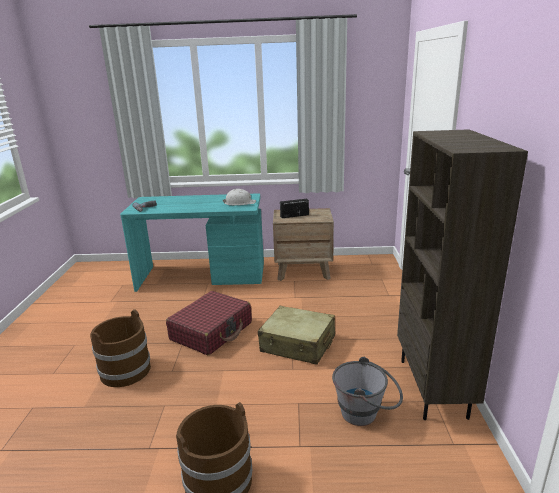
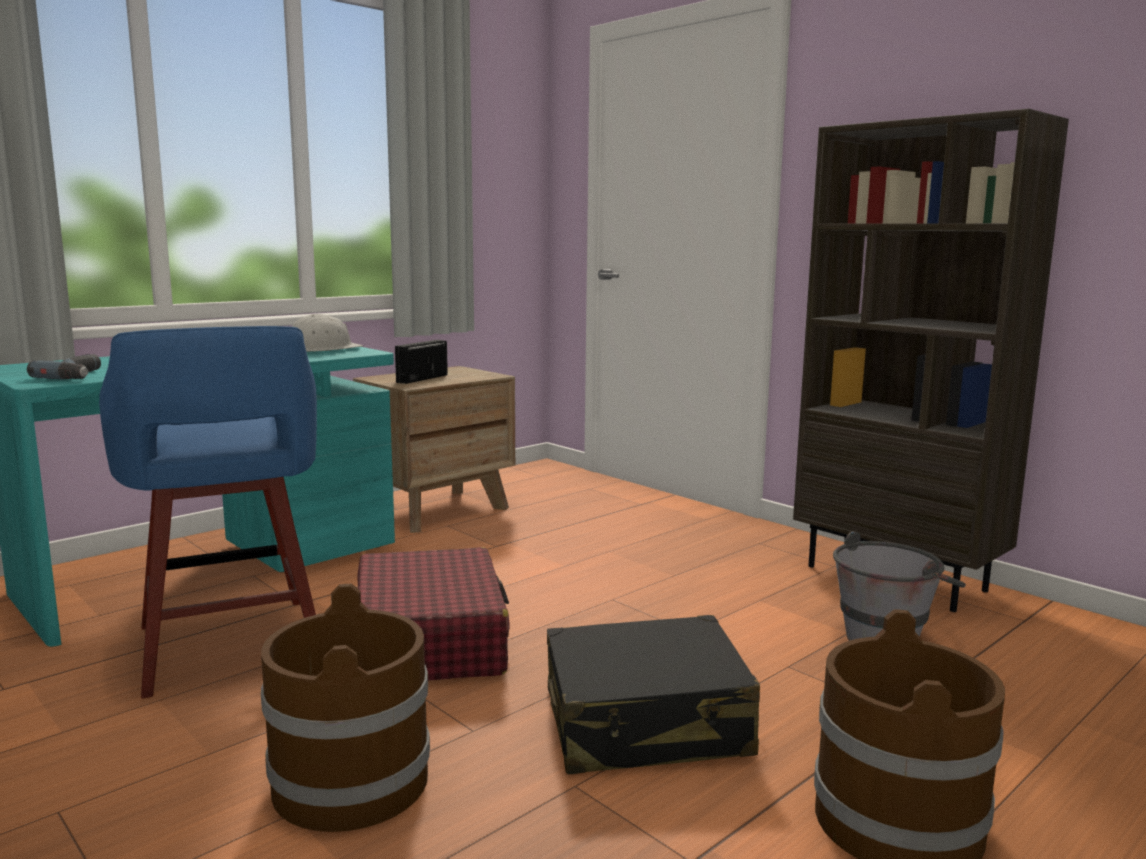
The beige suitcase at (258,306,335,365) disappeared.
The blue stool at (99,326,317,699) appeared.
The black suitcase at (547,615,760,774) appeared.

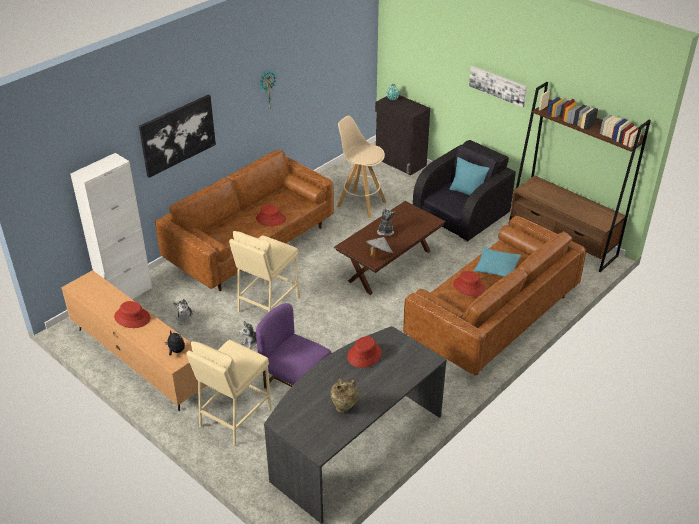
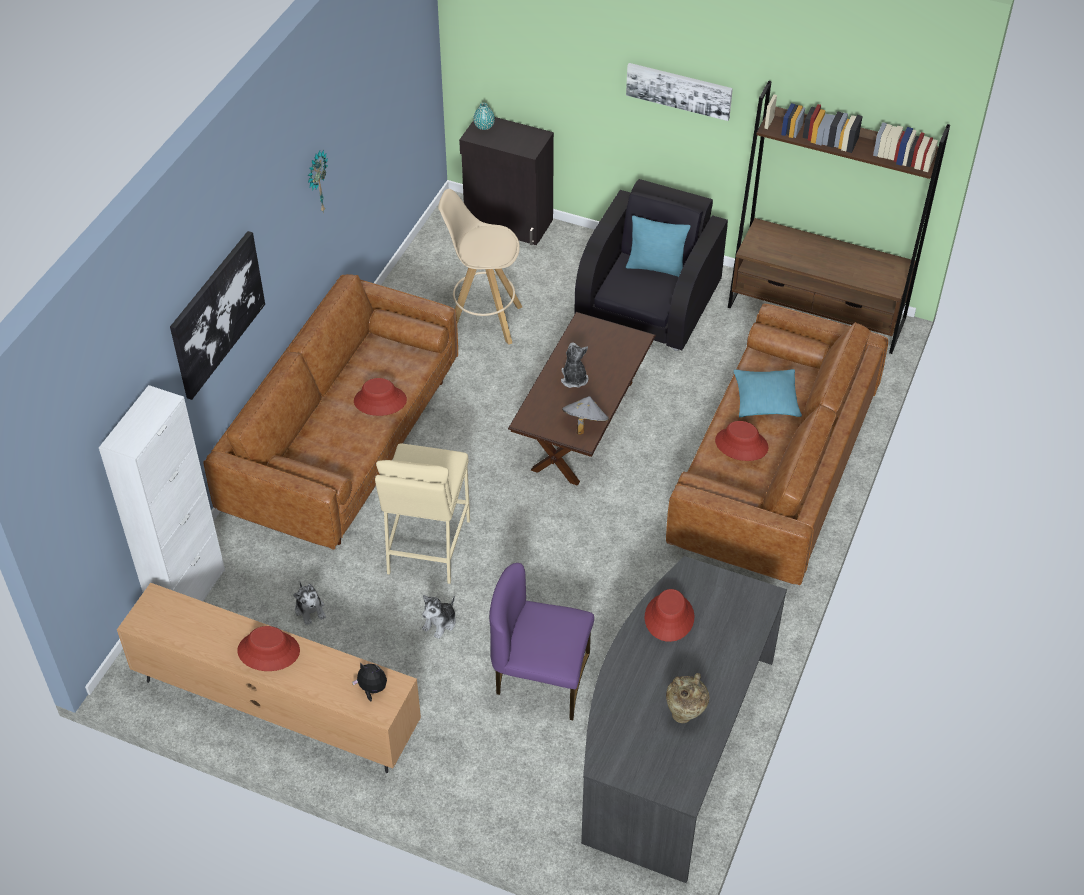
The beige stool at (186,340,271,446) disappeared.

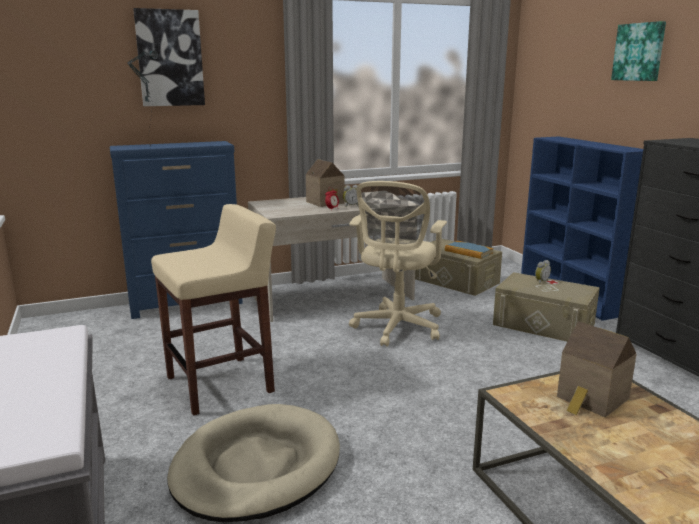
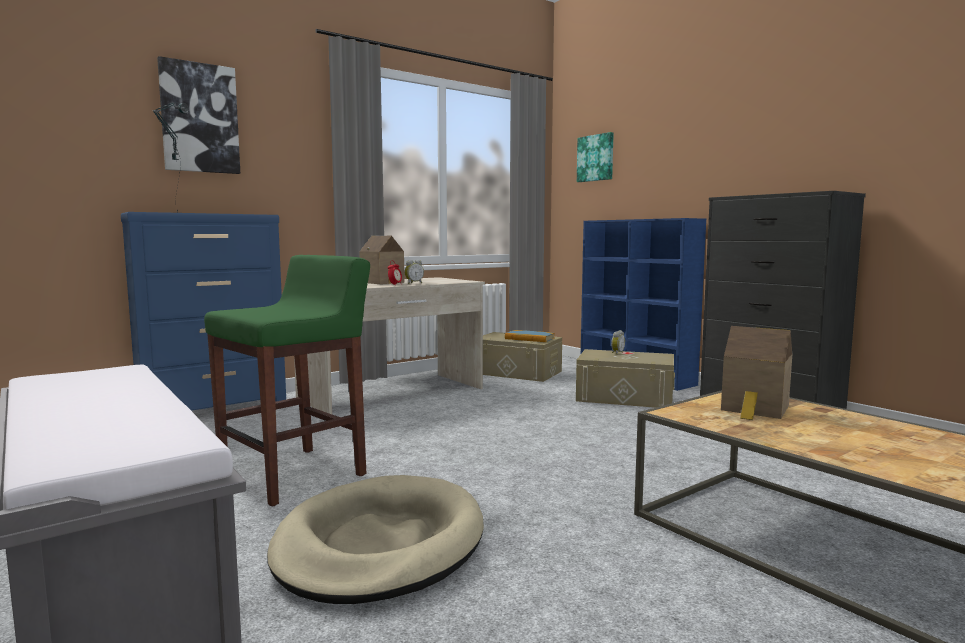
The picture moved from (611,21,666,81) to (577,132,614,182).
The beige office chair at (349,181,447,347) disappeared.
The beige stool at (151,204,276,416) became the green stool at (204,255,370,506).

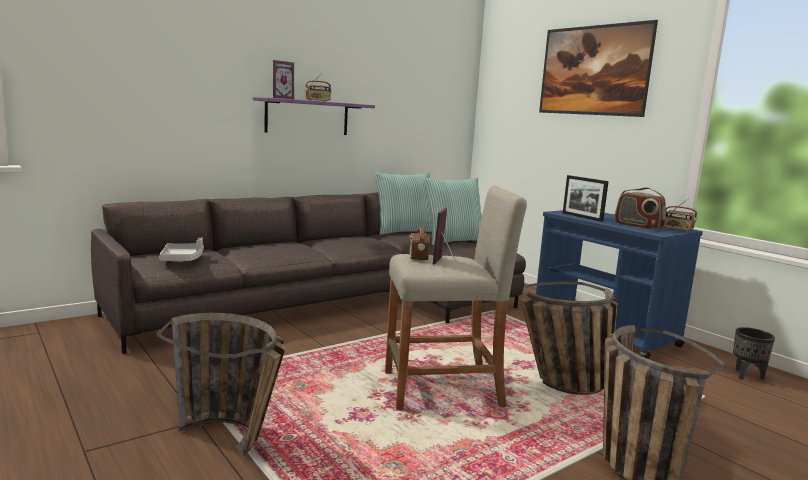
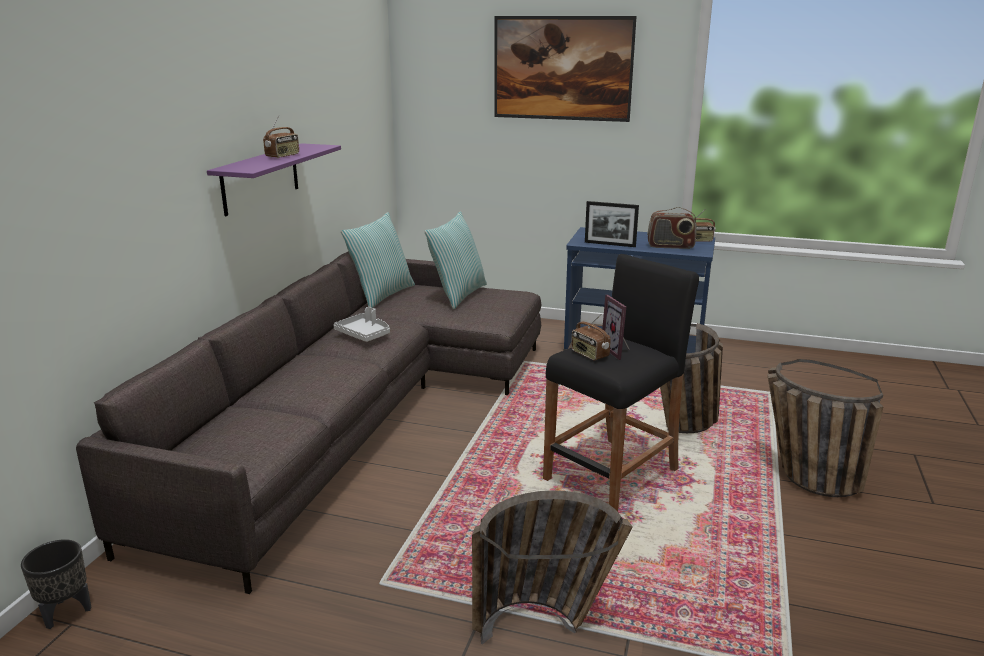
The picture frame at (273,60,294,99) disappeared.
The beige stool at (385,186,527,411) became the black stool at (543,254,699,512).
The grey tray moved from (159,237,204,262) to (333,307,390,342).
The black planter moved from (733,327,775,380) to (21,539,91,629).

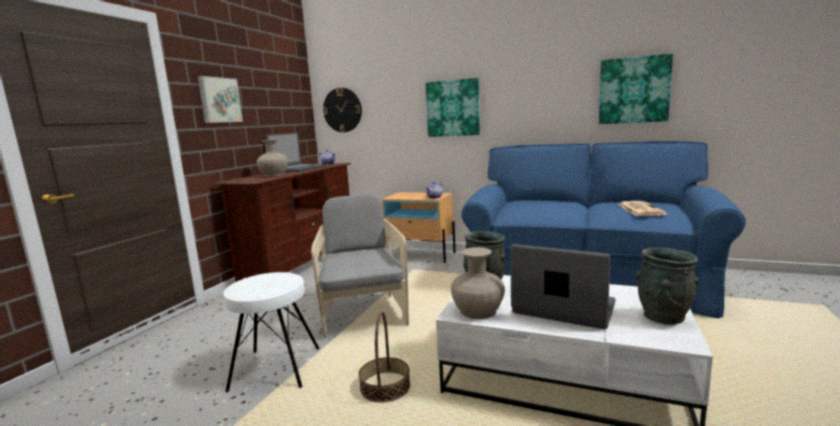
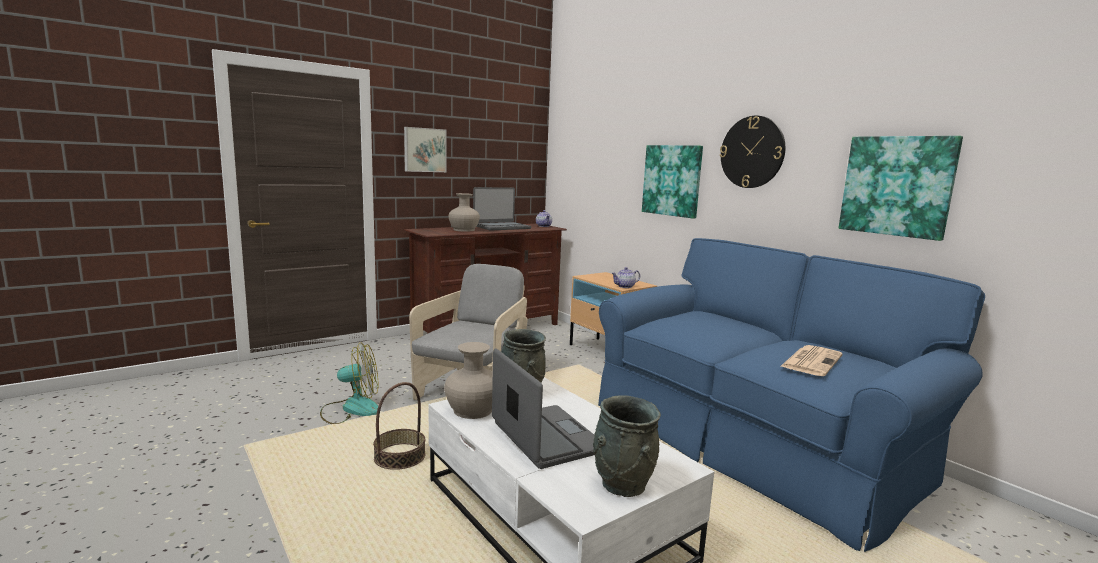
The wall clock moved from (323,88,362,132) to (720,116,785,188).
The white stool at (223,272,320,392) was replaced by the fan at (320,343,378,424).

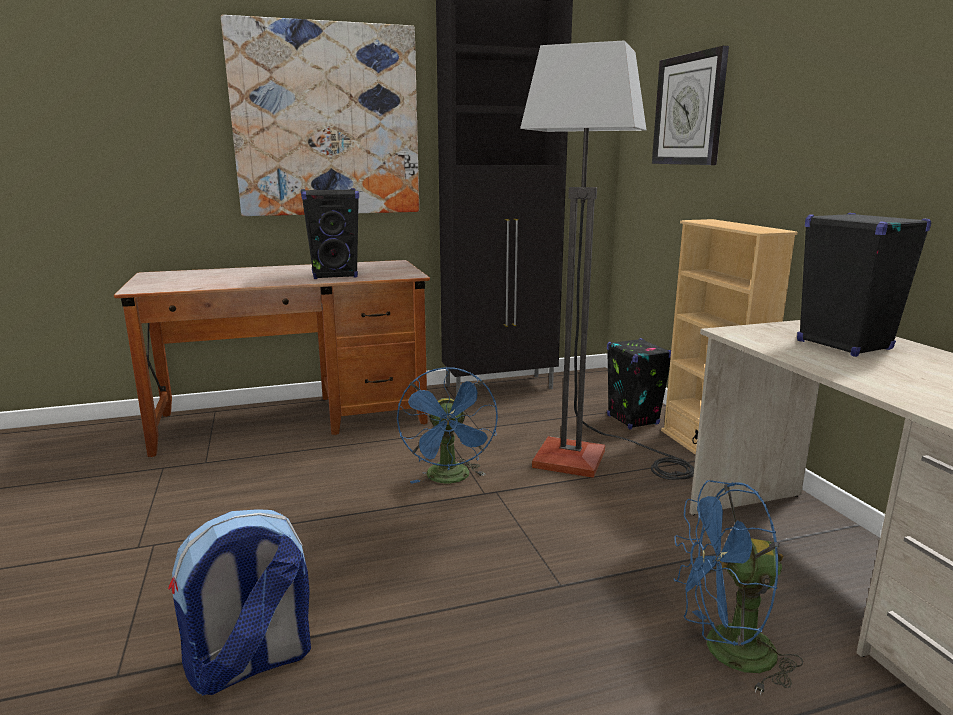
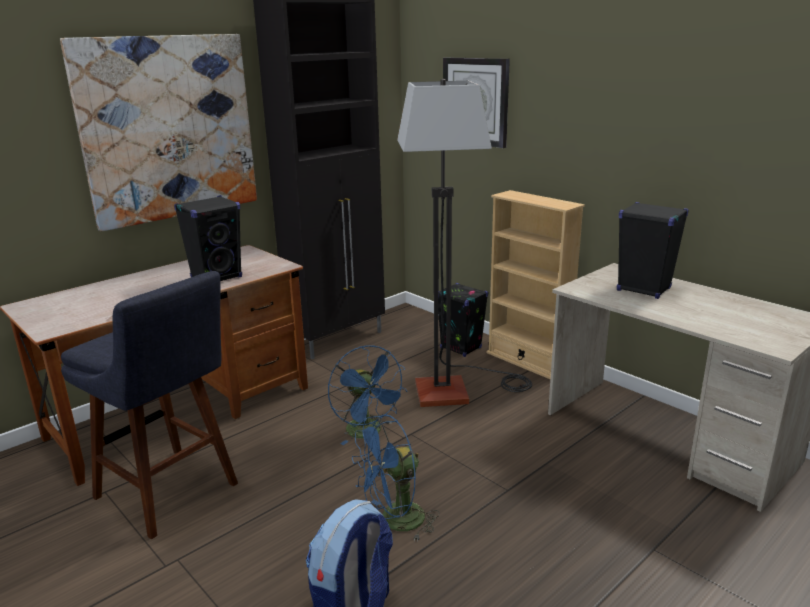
The blue fan moved from (674,480,803,695) to (352,415,440,542).
The blue stool at (61,271,238,540) appeared.

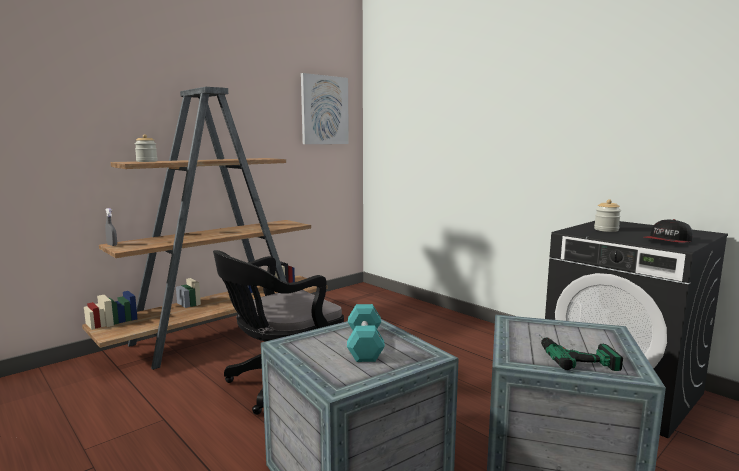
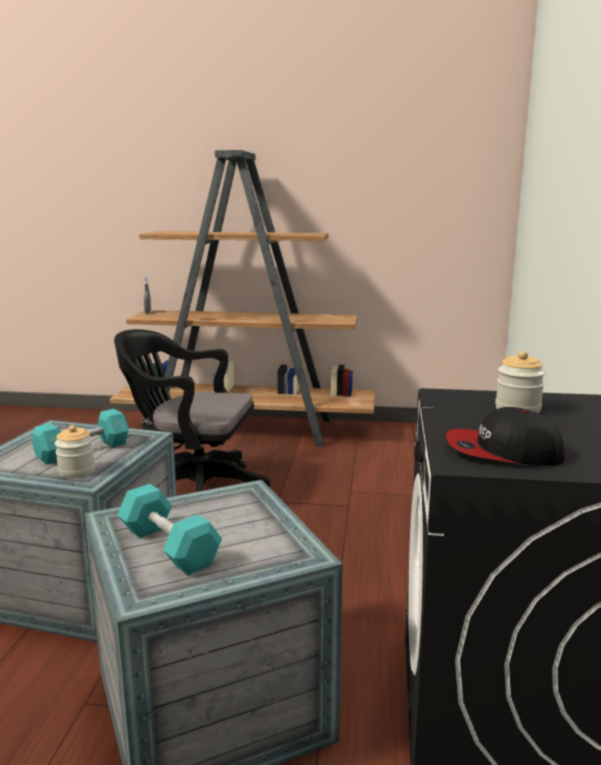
The picture at (301,73,349,144) disappeared.
The jar moved from (135,134,157,162) to (55,425,95,478).
The power drill at (539,335,623,371) was replaced by the turquoise dumbbell at (117,484,222,575).

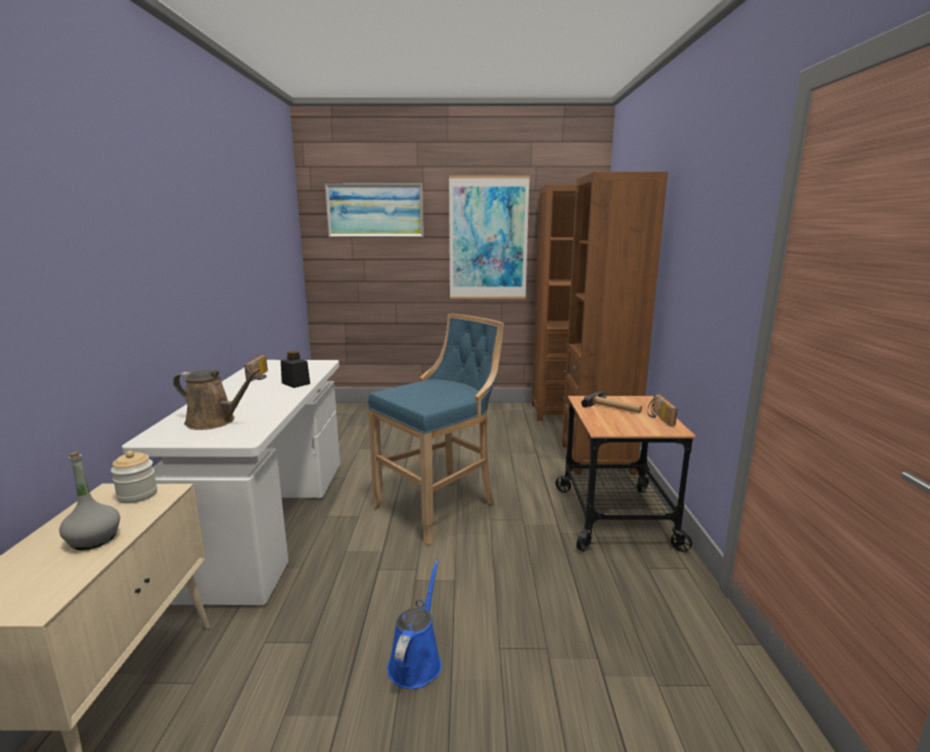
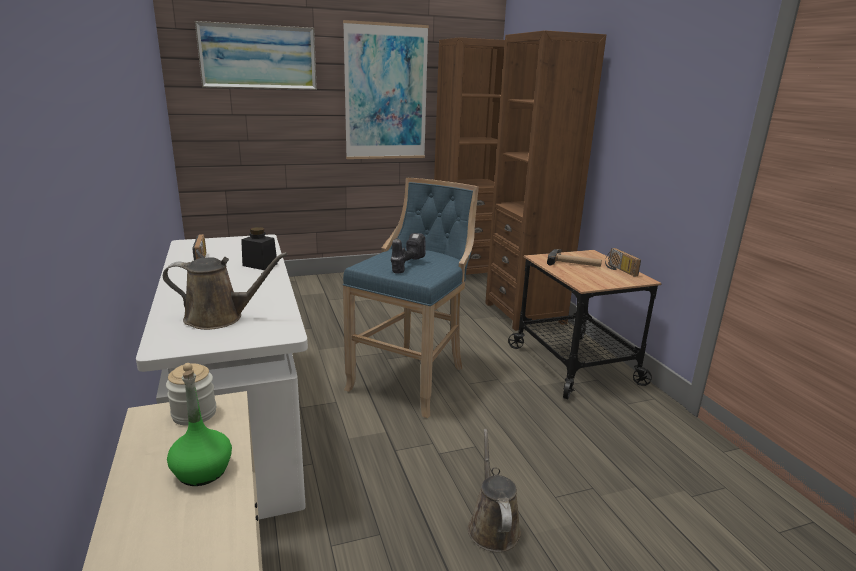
The grey bottle at (59,452,120,550) became the green bottle at (167,370,232,486).
The blue watering can at (387,561,442,689) became the brown watering can at (468,429,521,552).
The power drill at (391,233,426,274) appeared.

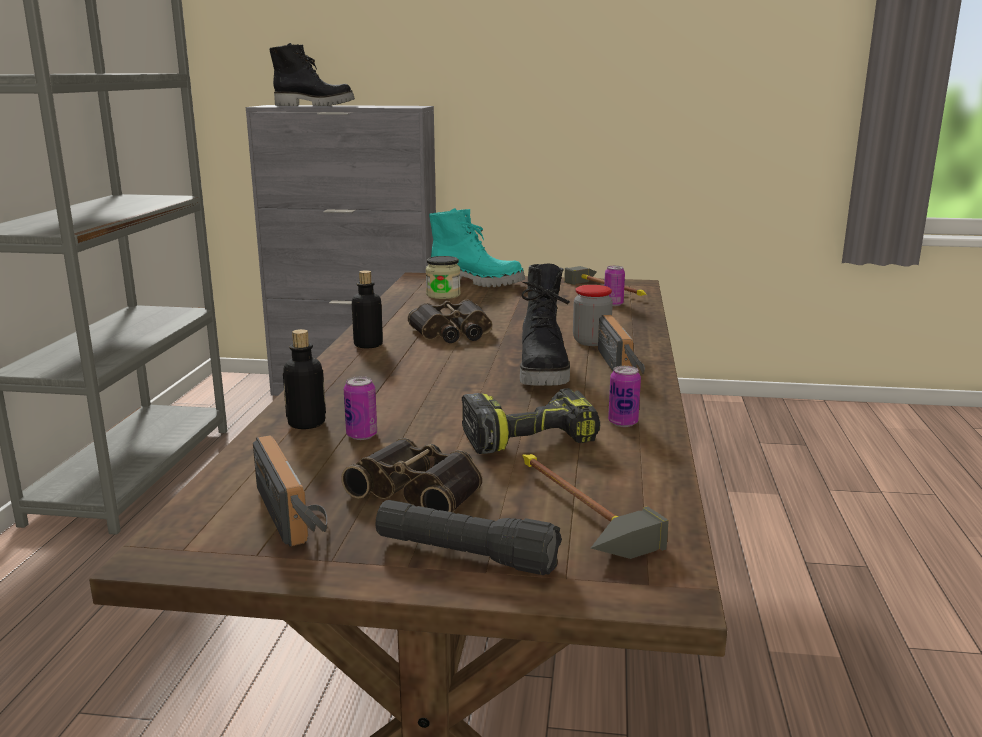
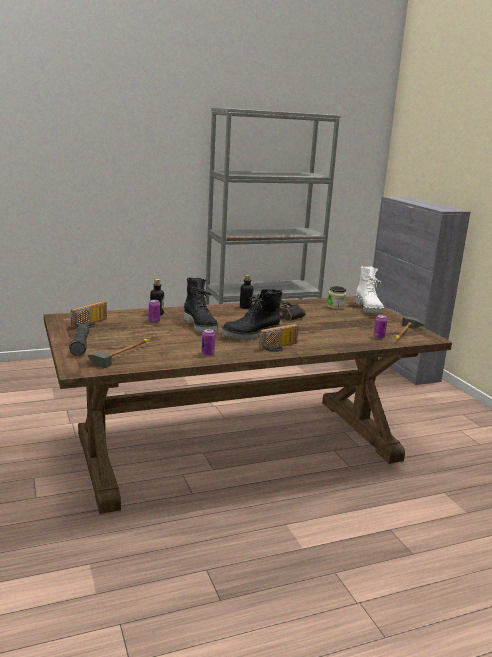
The black boot moved from (269,43,355,106) to (184,278,218,333).
The turquoise boot at (429,208,525,287) became the white boot at (355,266,384,314).
The jar at (573,285,613,346) disappeared.
The power drill at (462,388,600,454) disappeared.
The binoculars at (341,437,482,512) disappeared.

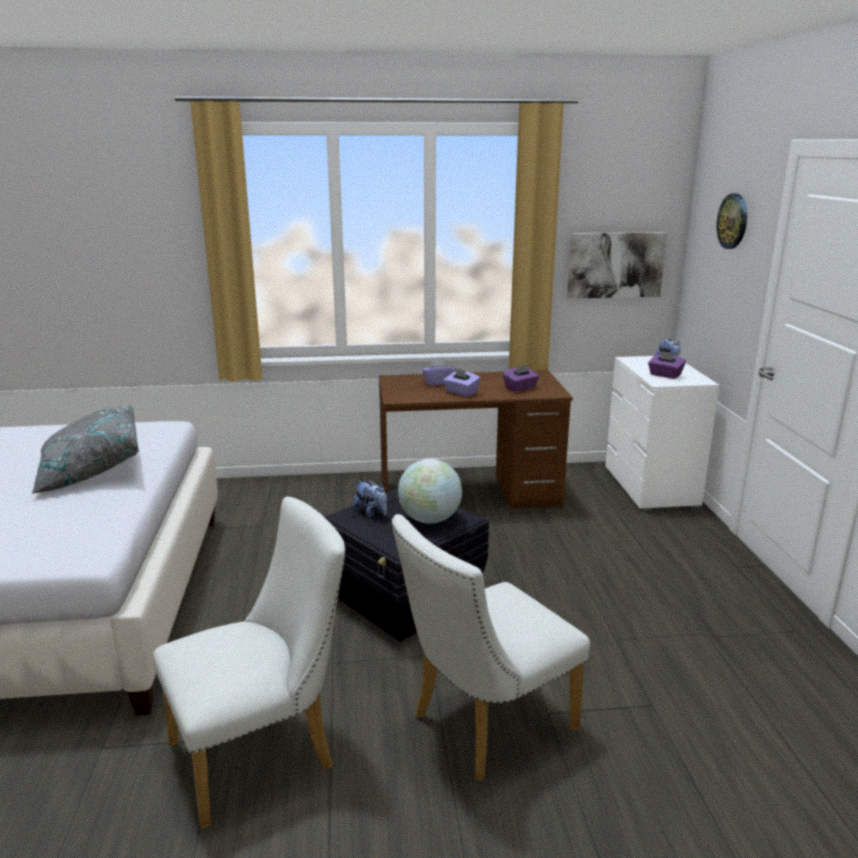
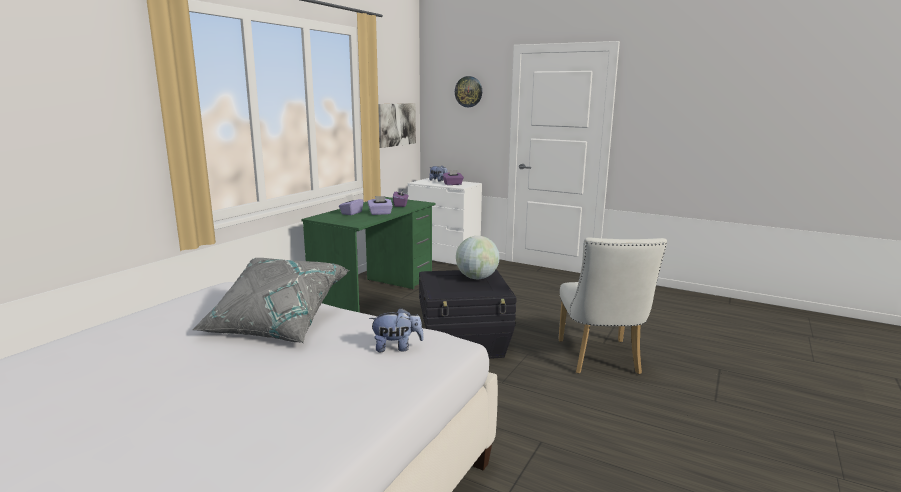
The brown desk at (379,370,573,510) became the green desk at (302,197,435,313).
The plush toy moved from (354,480,387,518) to (369,308,424,352).
The white chair at (153,497,346,829) disappeared.

